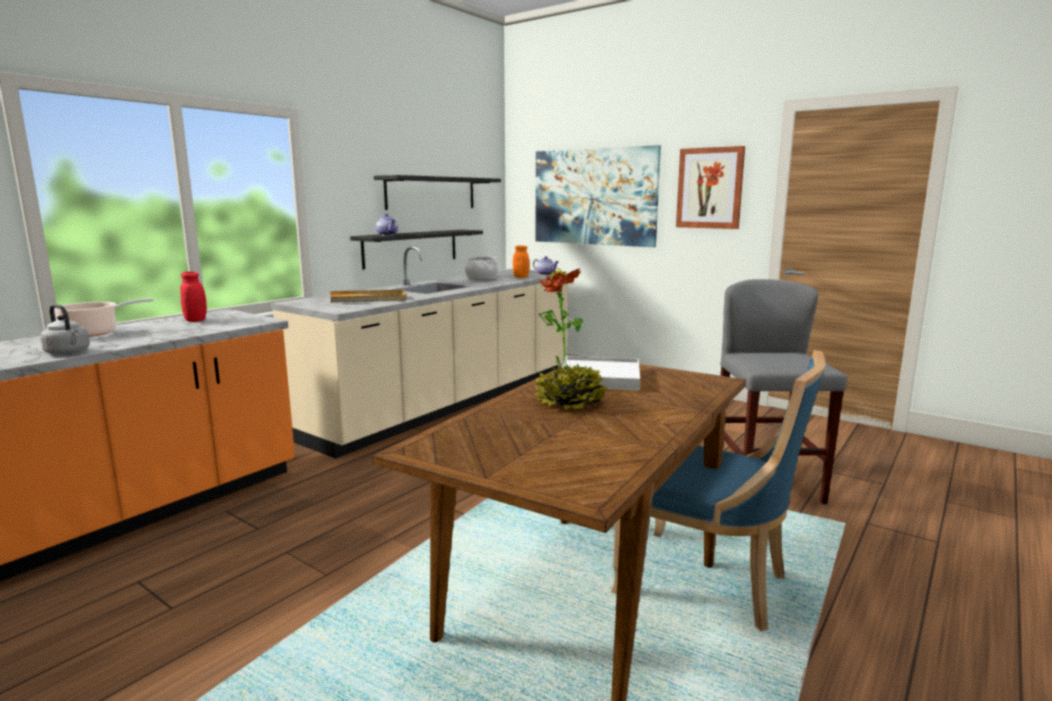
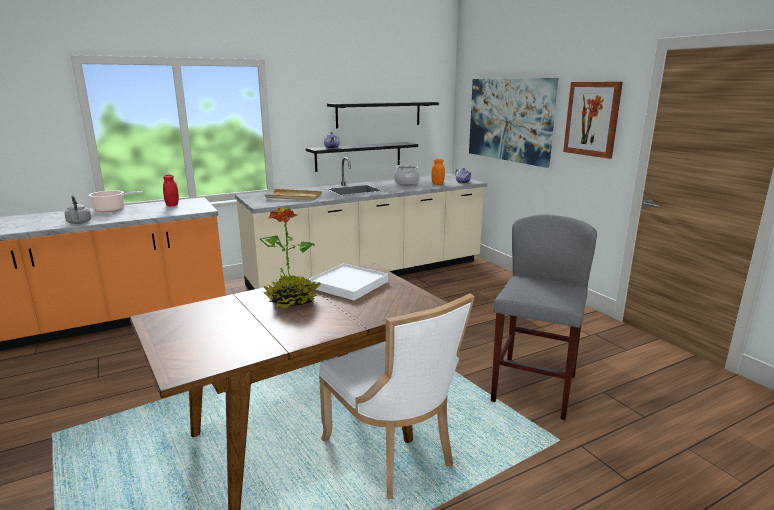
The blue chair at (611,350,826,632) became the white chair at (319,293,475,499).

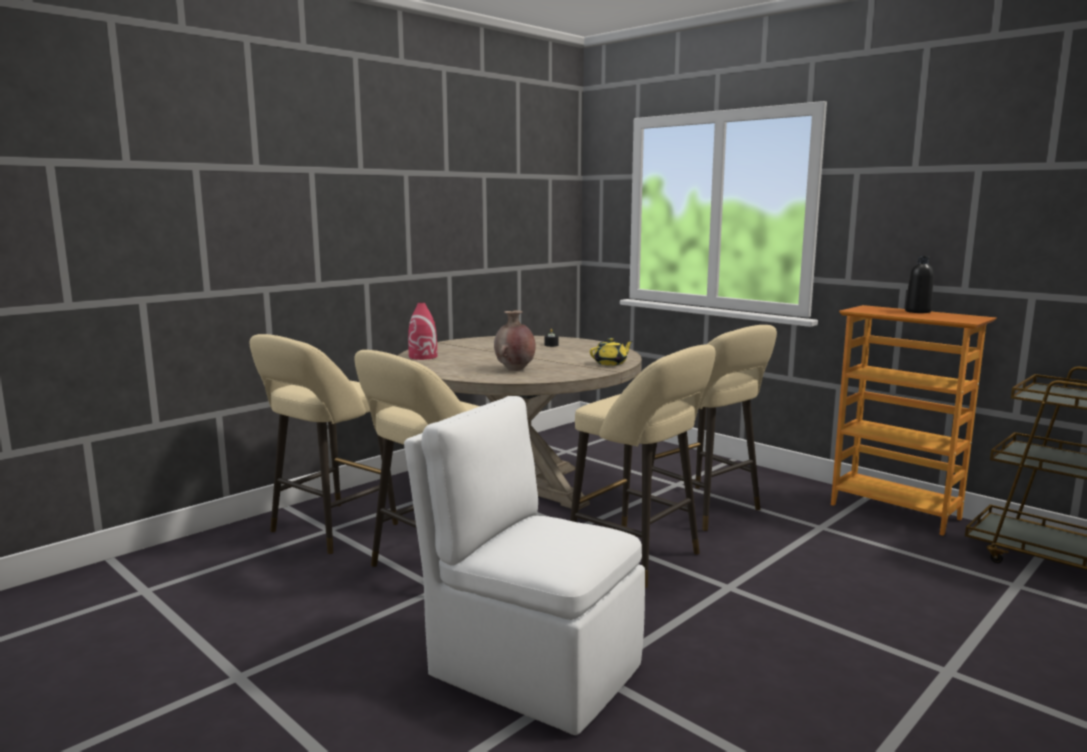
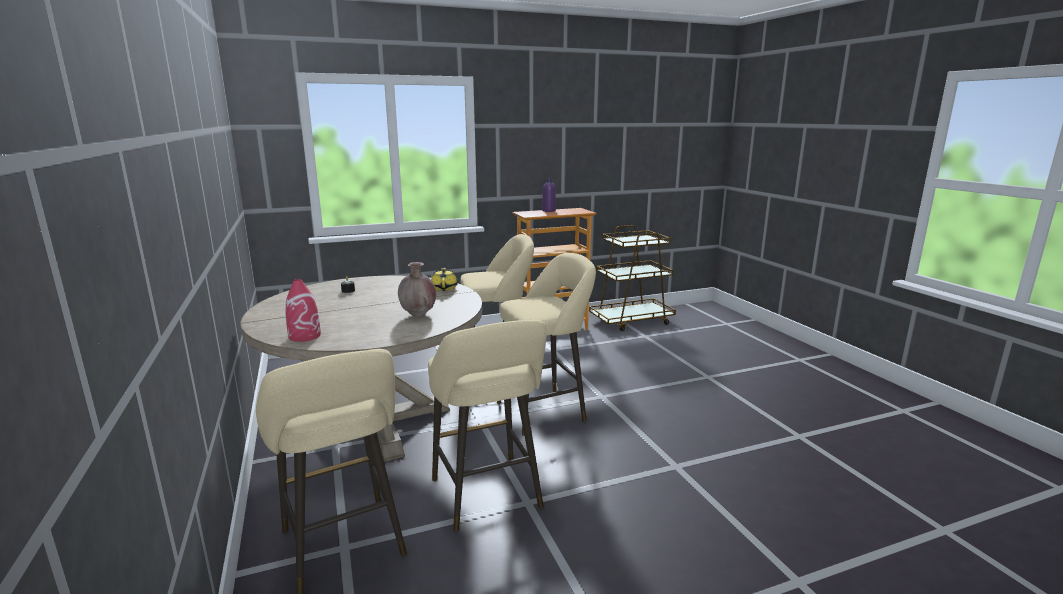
The black bottle at (905,256,934,313) became the purple bottle at (542,178,556,212).
The white chair at (404,396,645,735) disappeared.

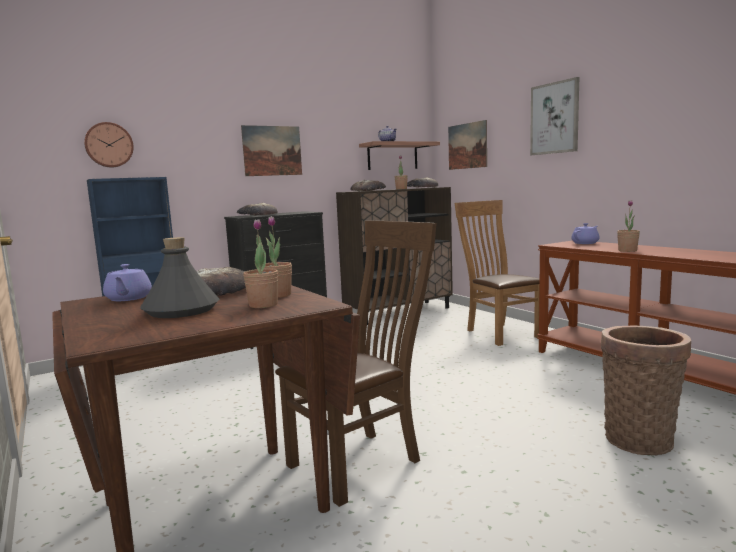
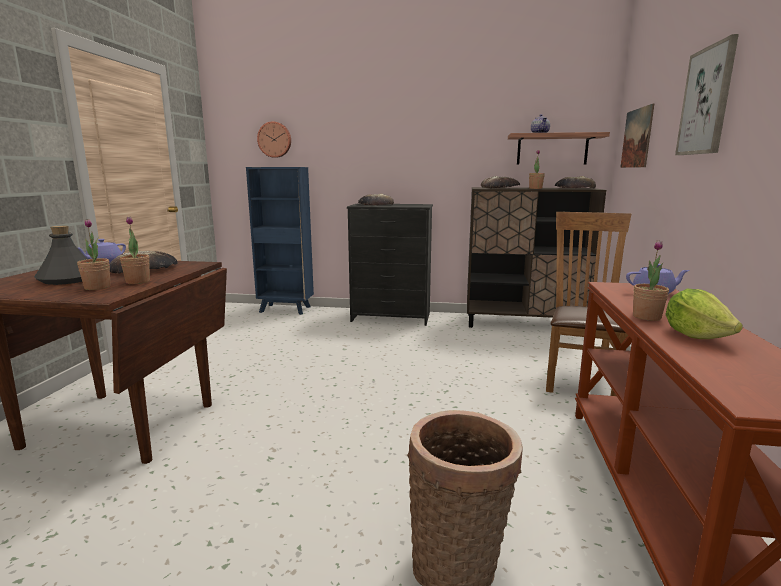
The picture at (241,125,302,176) disappeared.
The brown chair at (275,221,437,507) disappeared.
The lettuce at (665,289,743,339) appeared.

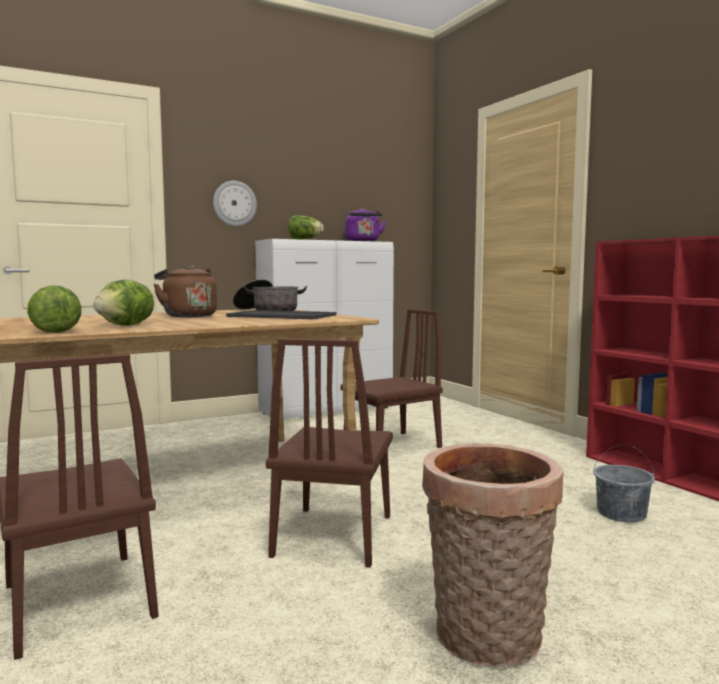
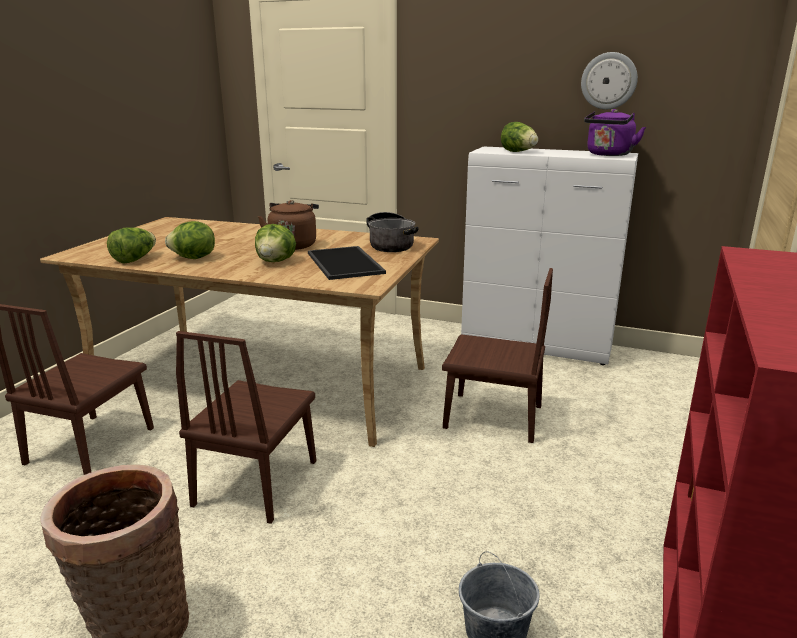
The wall clock moved from (213,181,257,226) to (581,52,638,109).
The brown chair at (266,338,393,568) turned 45 degrees counterclockwise.
The lettuce at (255,224,296,262) appeared.

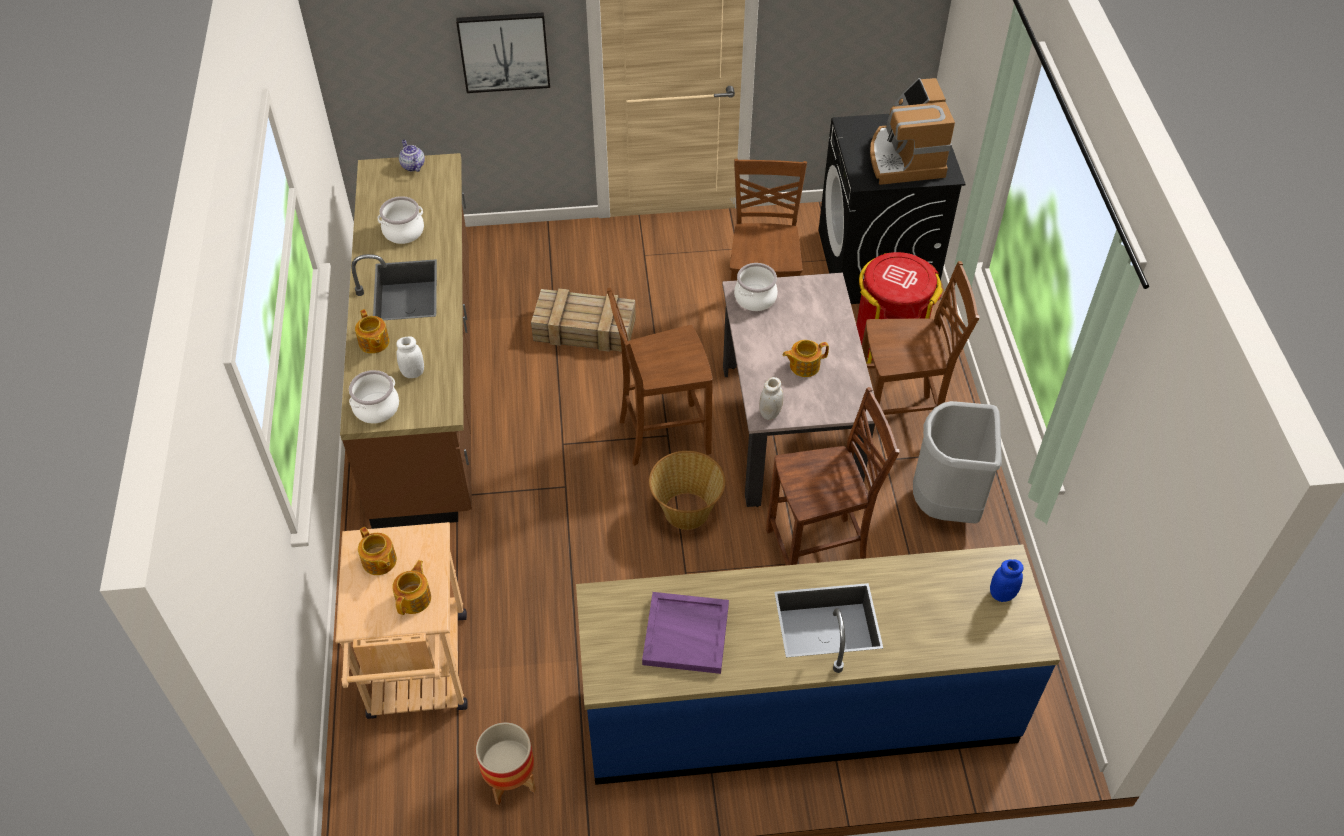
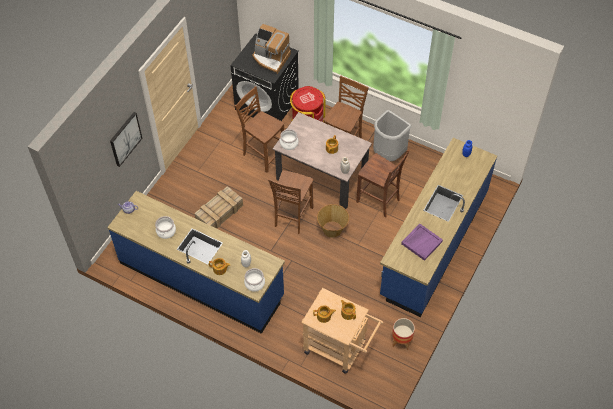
The brown counter at (340,153,472,529) became the blue counter at (107,191,285,334).
The brown chair at (766,387,900,565) turned 105 degrees clockwise.

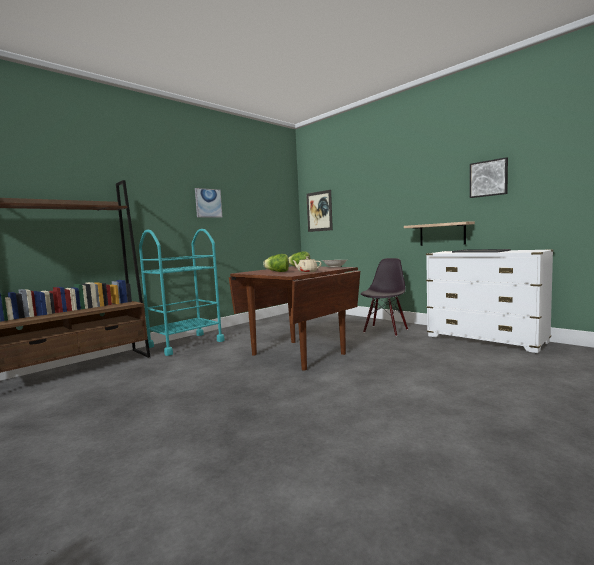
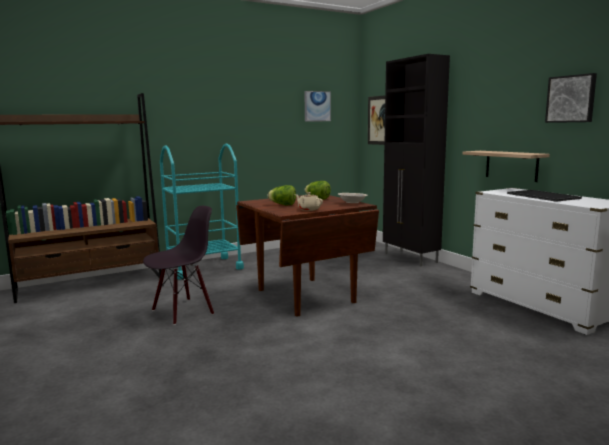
The picture moved from (195,188,222,218) to (304,91,331,122).
The black chair moved from (361,258,408,336) to (143,206,214,325).
The black cabinet at (383,54,450,266) appeared.

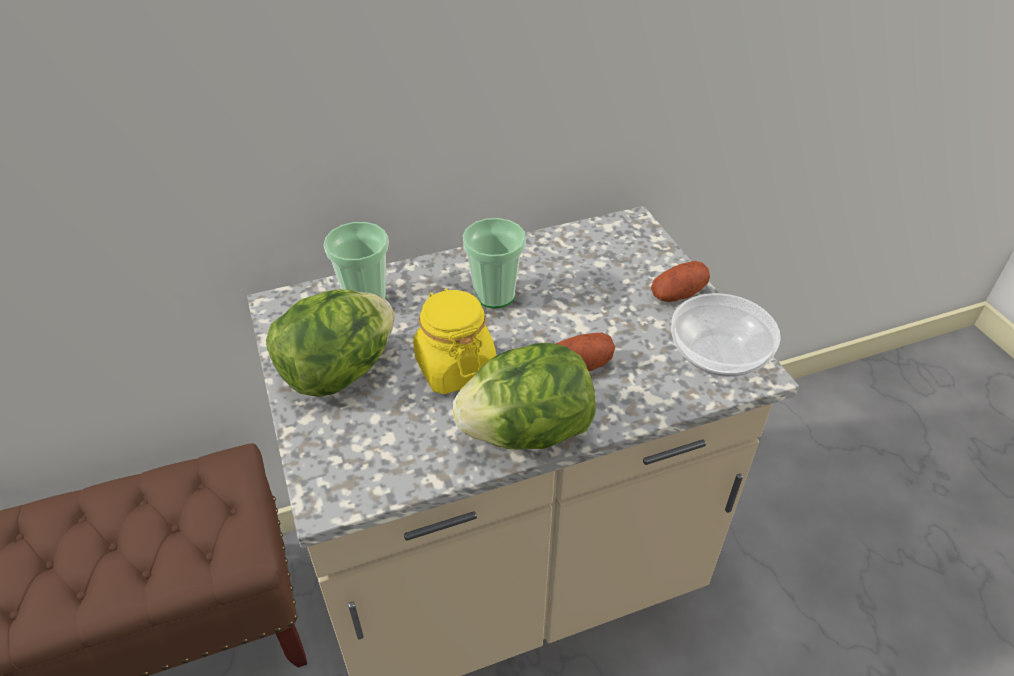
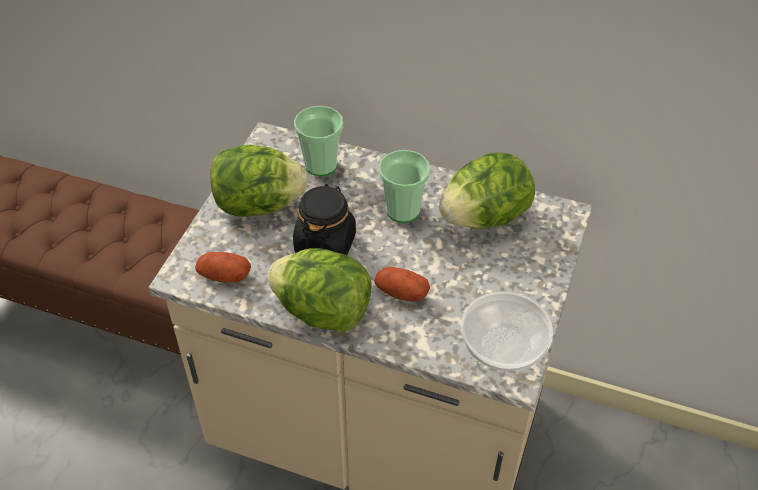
The potato moved from (651,261,710,302) to (195,252,251,283).
The yellow jar at (413,288,496,394) became the black jar at (293,184,356,255).
The lettuce at (439,152,535,229) appeared.

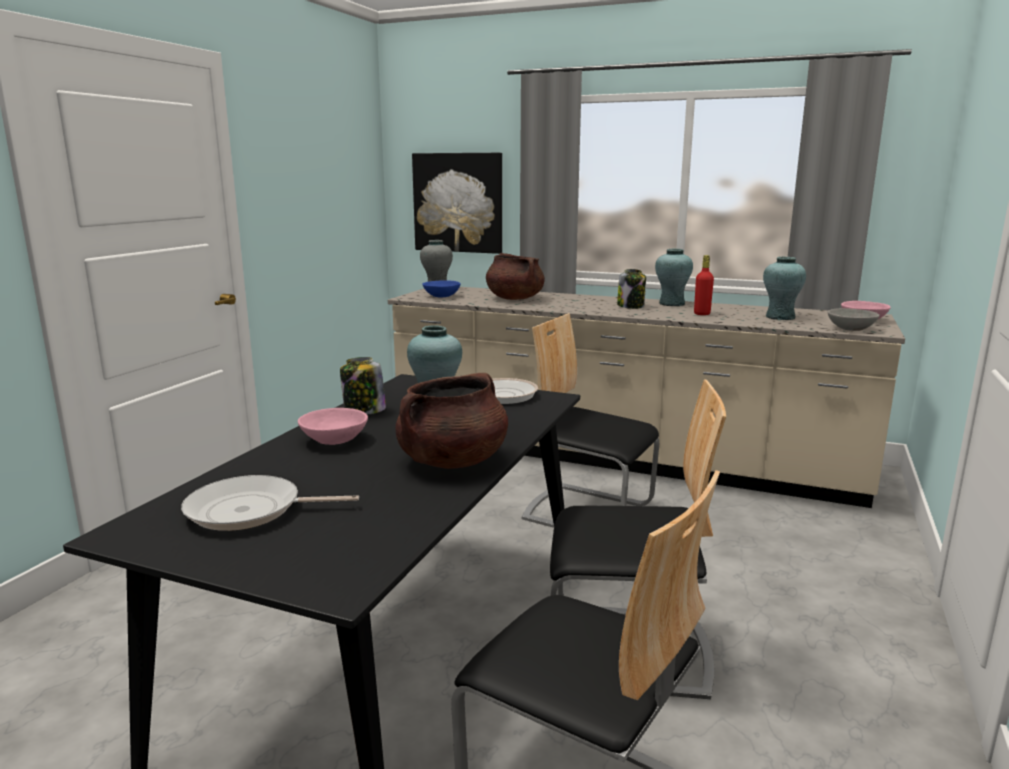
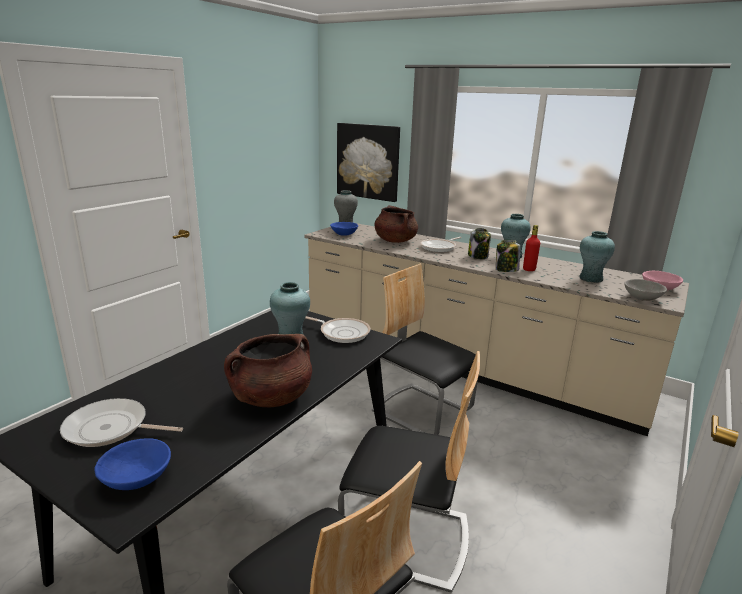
The jar moved from (340,357,386,415) to (496,240,520,272).
The pink bowl at (298,408,368,445) disappeared.
The frying pan at (421,237,462,252) appeared.
The blue bowl at (94,438,171,490) appeared.

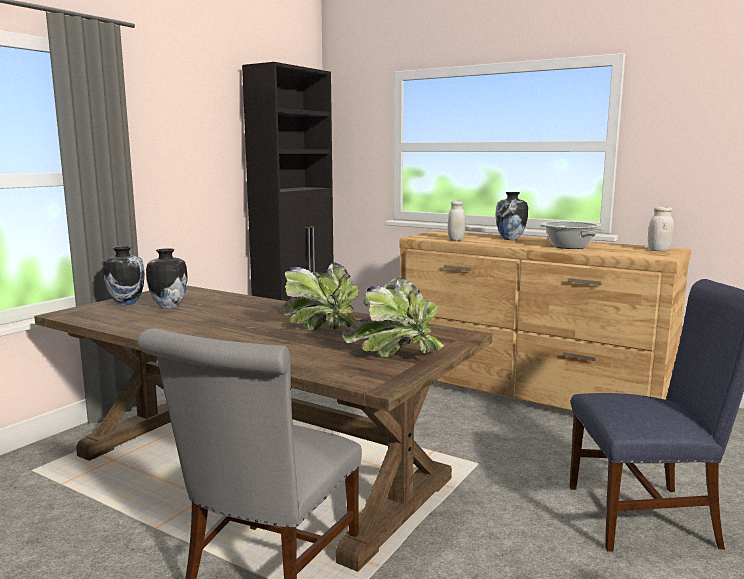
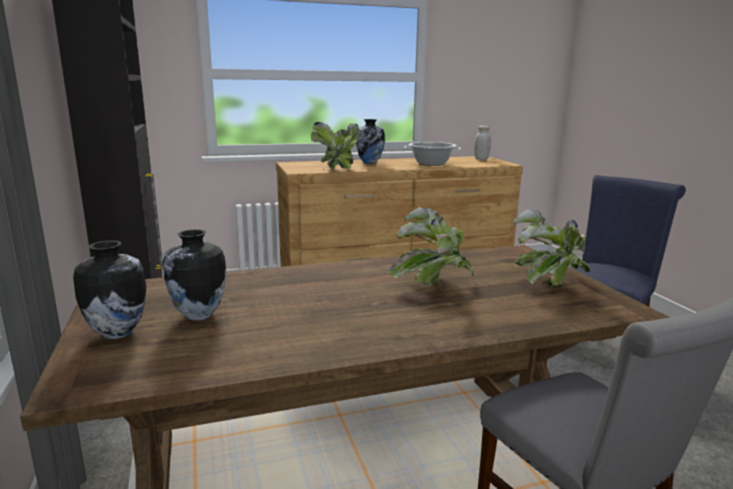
The white jar at (448,200,466,241) was replaced by the potted plant at (311,122,361,169).

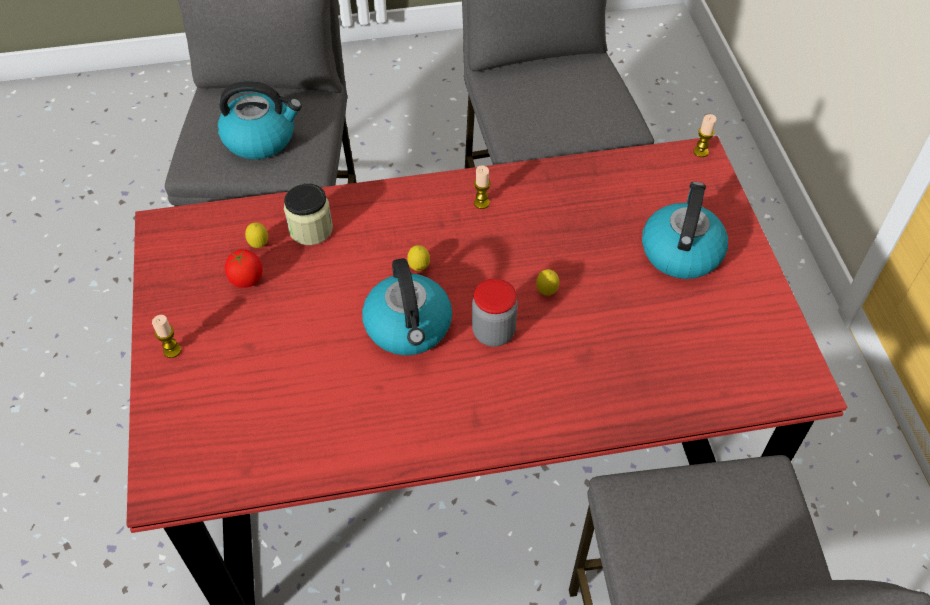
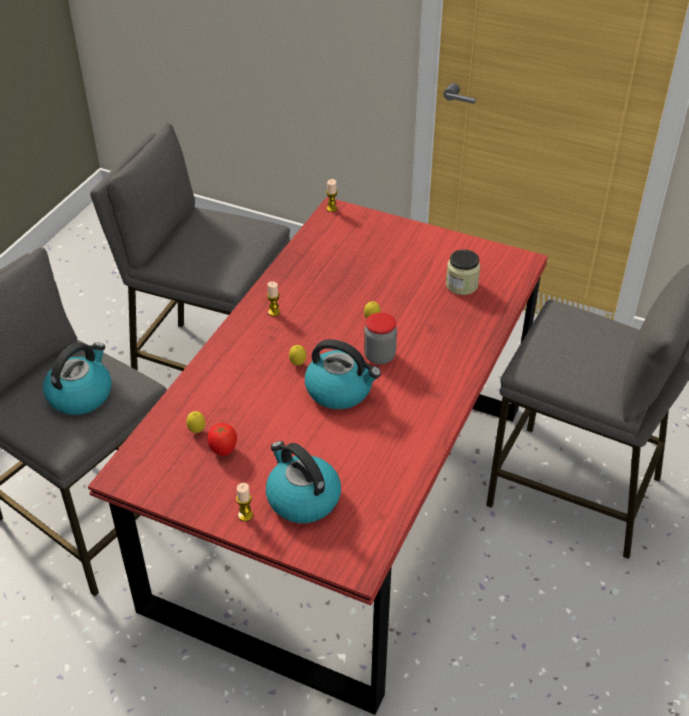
The kettle moved from (642,182,728,279) to (266,441,341,523).
The jar moved from (284,184,333,245) to (446,249,480,295).

